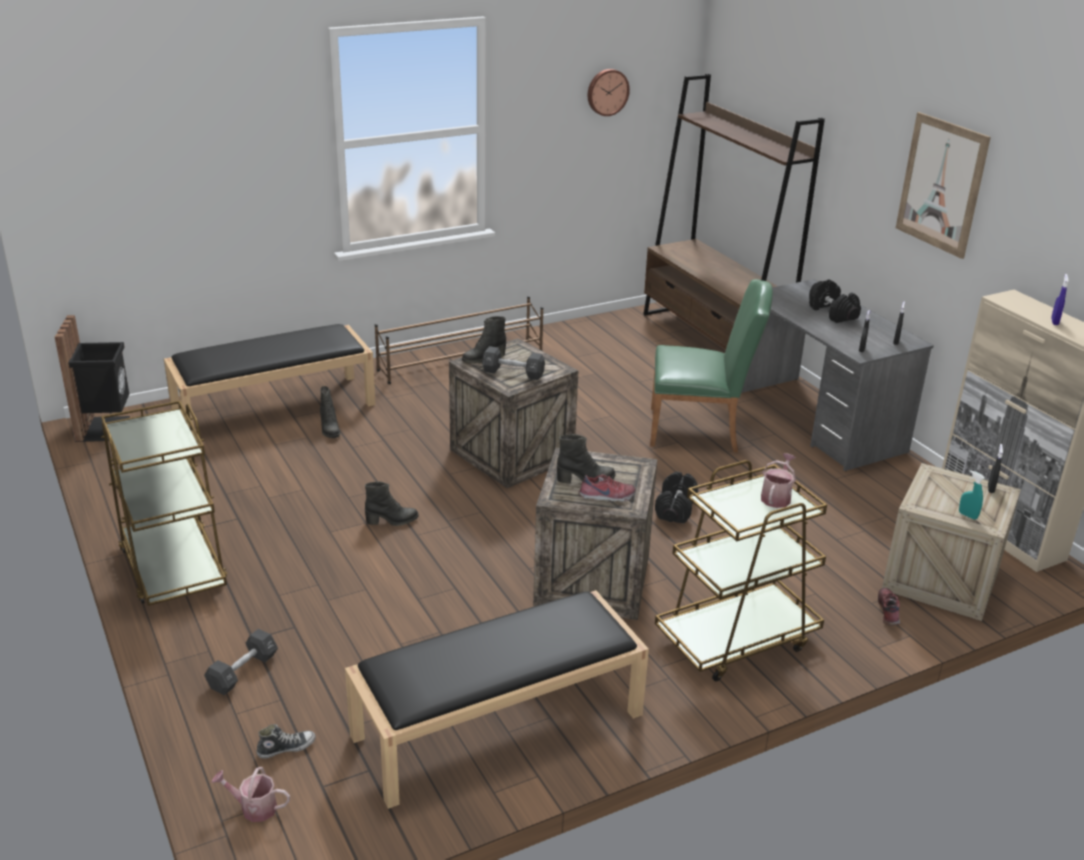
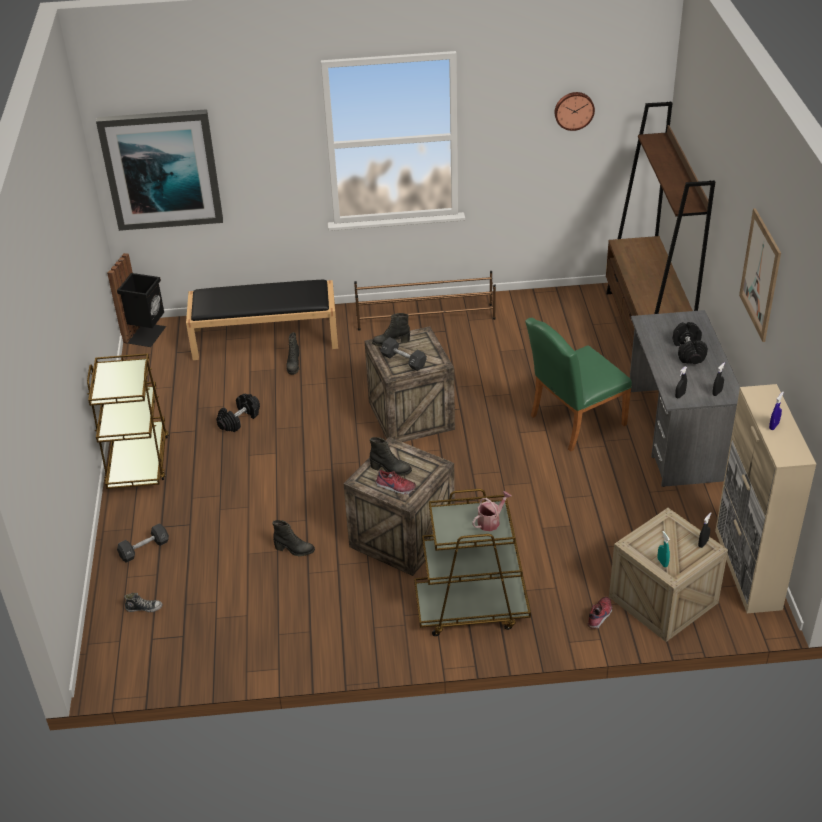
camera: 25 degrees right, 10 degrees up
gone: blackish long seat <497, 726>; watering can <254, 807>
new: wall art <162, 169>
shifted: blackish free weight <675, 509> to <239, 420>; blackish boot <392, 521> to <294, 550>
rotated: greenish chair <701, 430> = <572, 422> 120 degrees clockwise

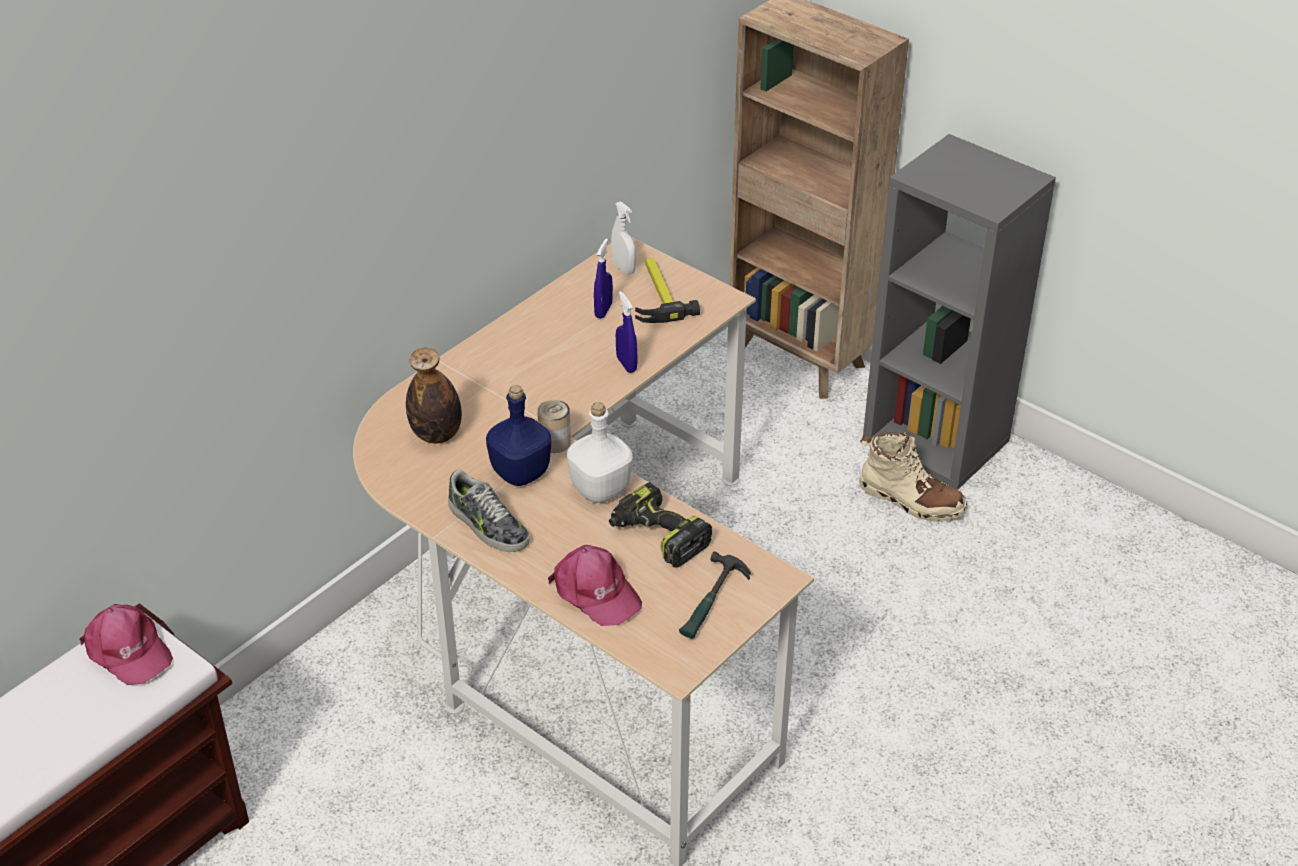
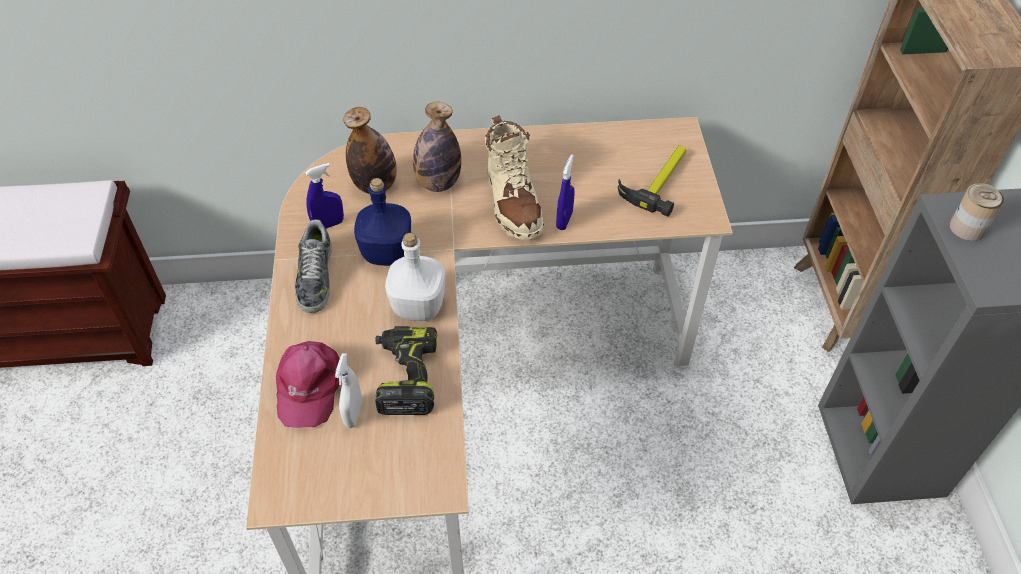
camera: 45 degrees right, 10 degrees up
gone: tool hammer <712, 601>; pink-coloured baseball cap <127, 651>
new: bottle <438, 183>
shifted: whitish hand sprayer <623, 268> to <353, 414>; blue hand sprayer <603, 310> to <328, 224>; can <555, 442> to <967, 228>; beige boot <910, 500> to <513, 203>

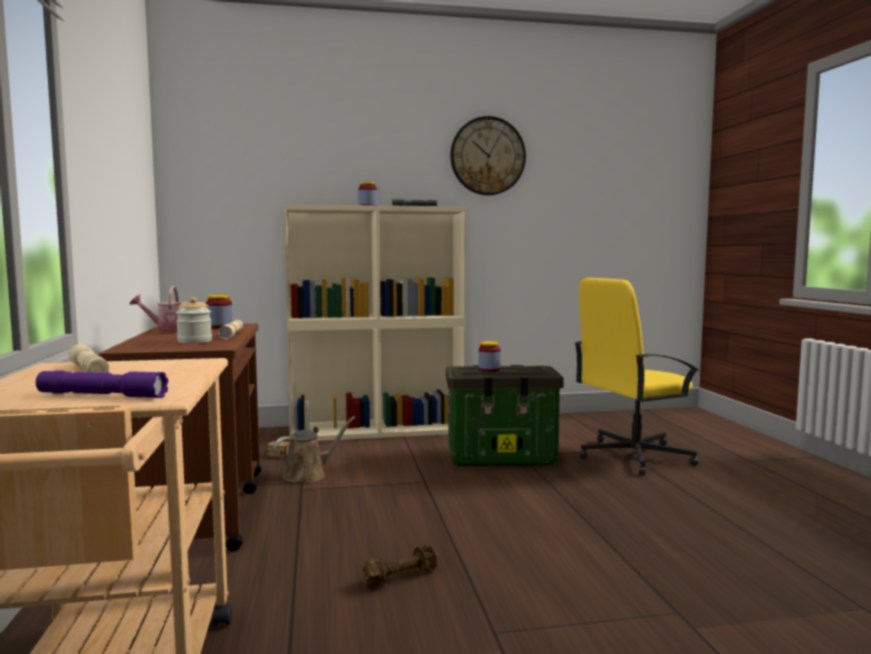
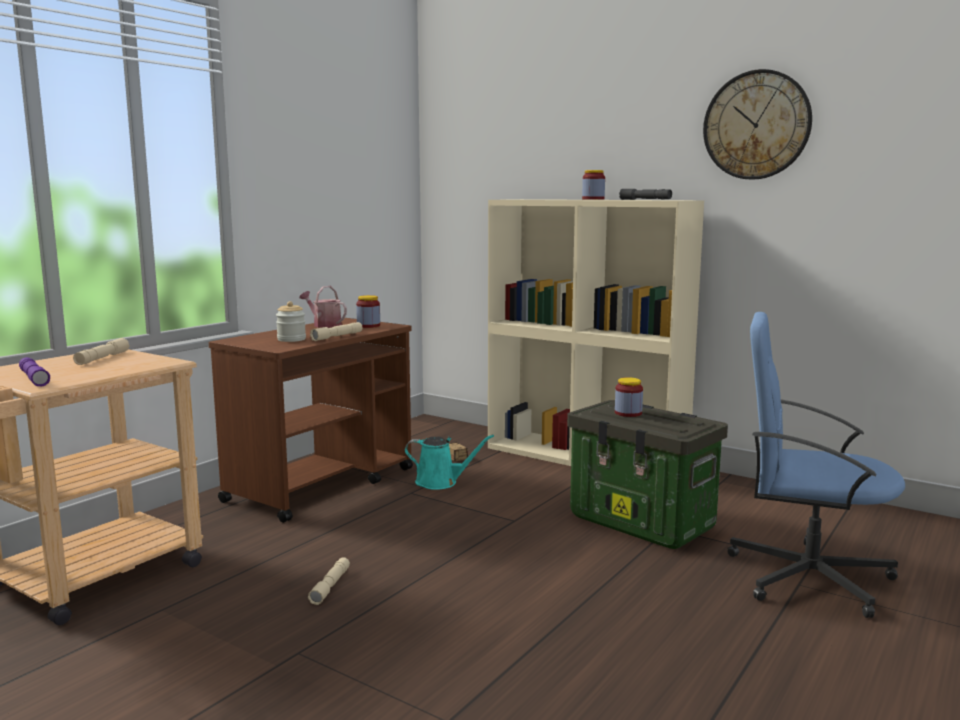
camera: 45 degrees right, 5 degrees up
swapped: brown free weight <401, 577> to beige torch <330, 586>
repainted: yellow-coloured office chair <633, 456> to blue office chair <806, 576>; brown watering can <308, 475> to blue-green watering can <440, 482>

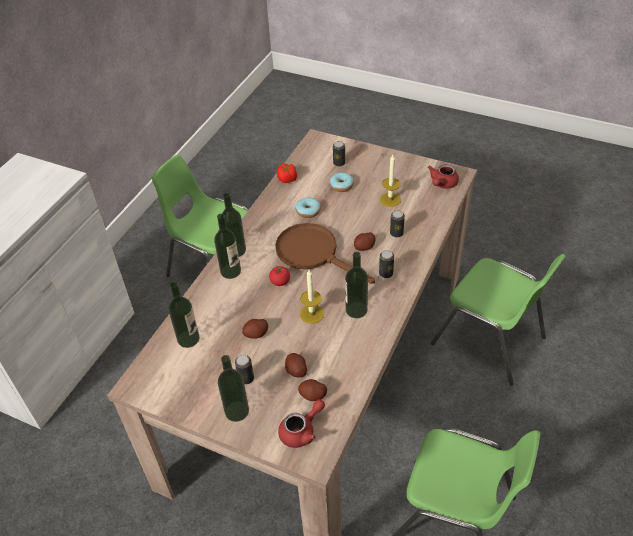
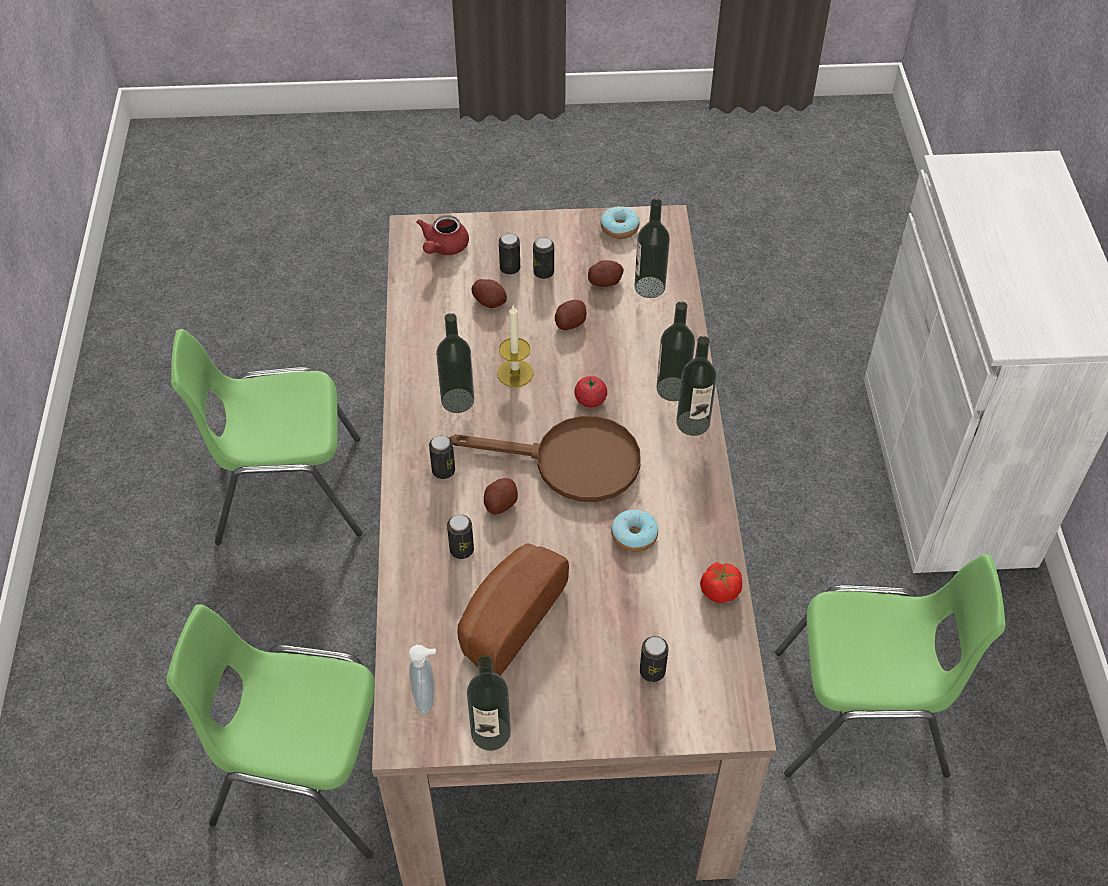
camera: 150 degrees right, 5 degrees up
new: can <510, 268>
shifted: doughnut <341, 186> to <619, 228>; bottle <237, 411> to <490, 733>; potato <313, 395> to <605, 281>
swapped: wax light <390, 199> to bakery bread <507, 619>; reddish tea pot <442, 184> to soap dispenser <427, 697>

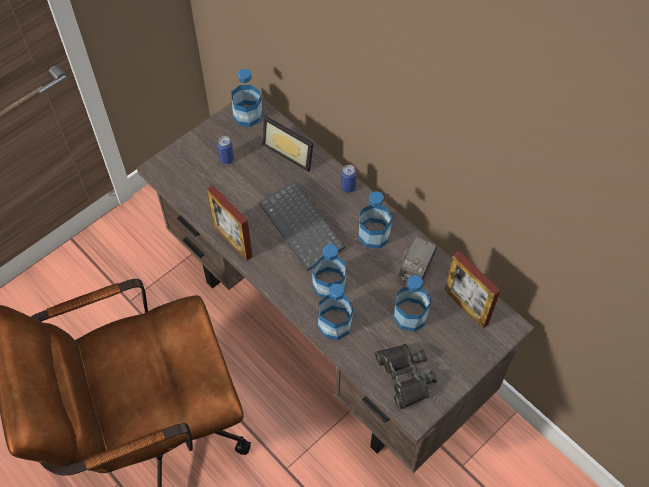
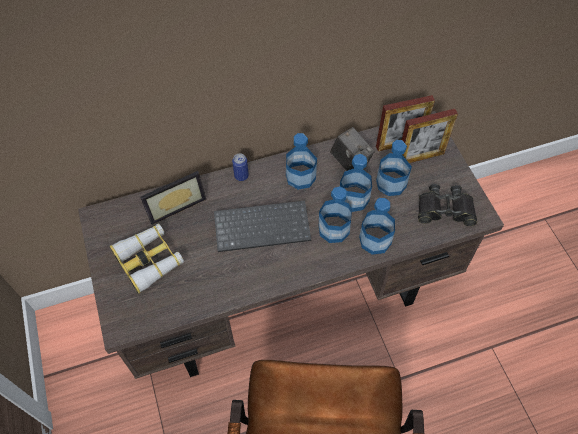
camera: 65 degrees left, 0 degrees up
shifted: bottle <247, 115> to <353, 198>; standing frame <233, 241> to <420, 157>
swapped: can <227, 159> to binoculars <149, 260>

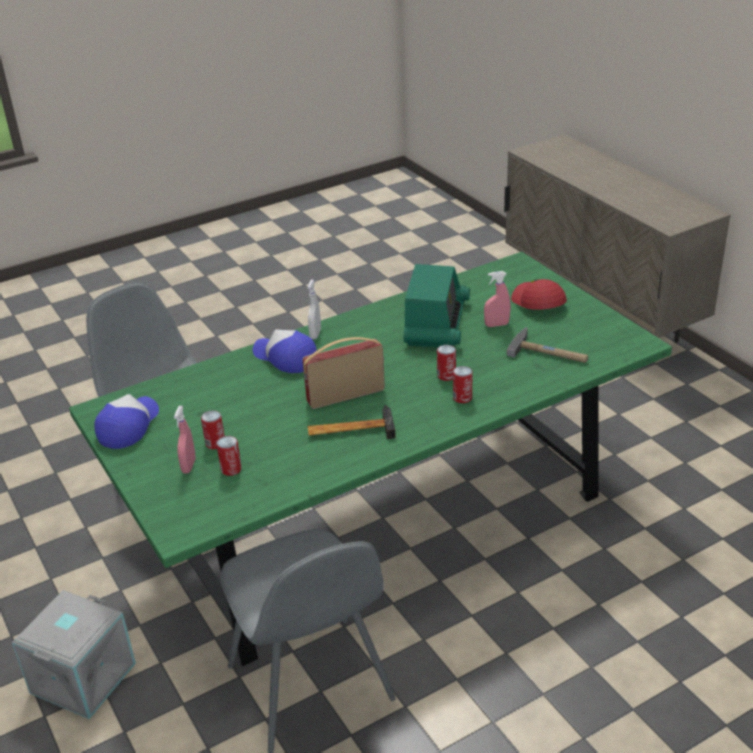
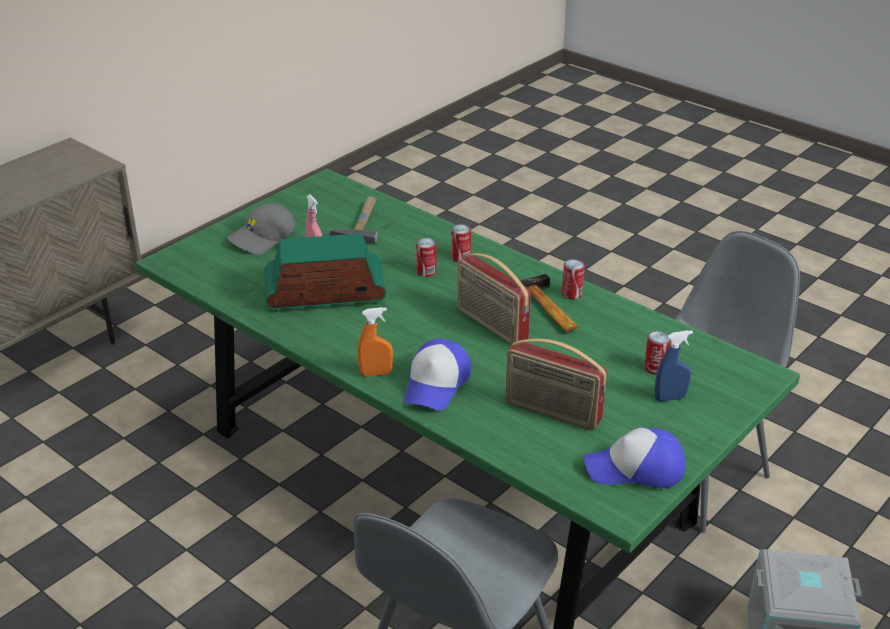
camera: 110 degrees left, 0 degrees up
new: radio receiver <552, 412>
shifted: can <215, 443> to <572, 293>
repainted: whitish hand sprayer <315, 334> to orangey hand sprayer <376, 373>; reddish baseball cap <537, 303> to grey baseball cap <262, 238>; pink-coloured hand sprayer <189, 466> to blue hand sprayer <670, 398>

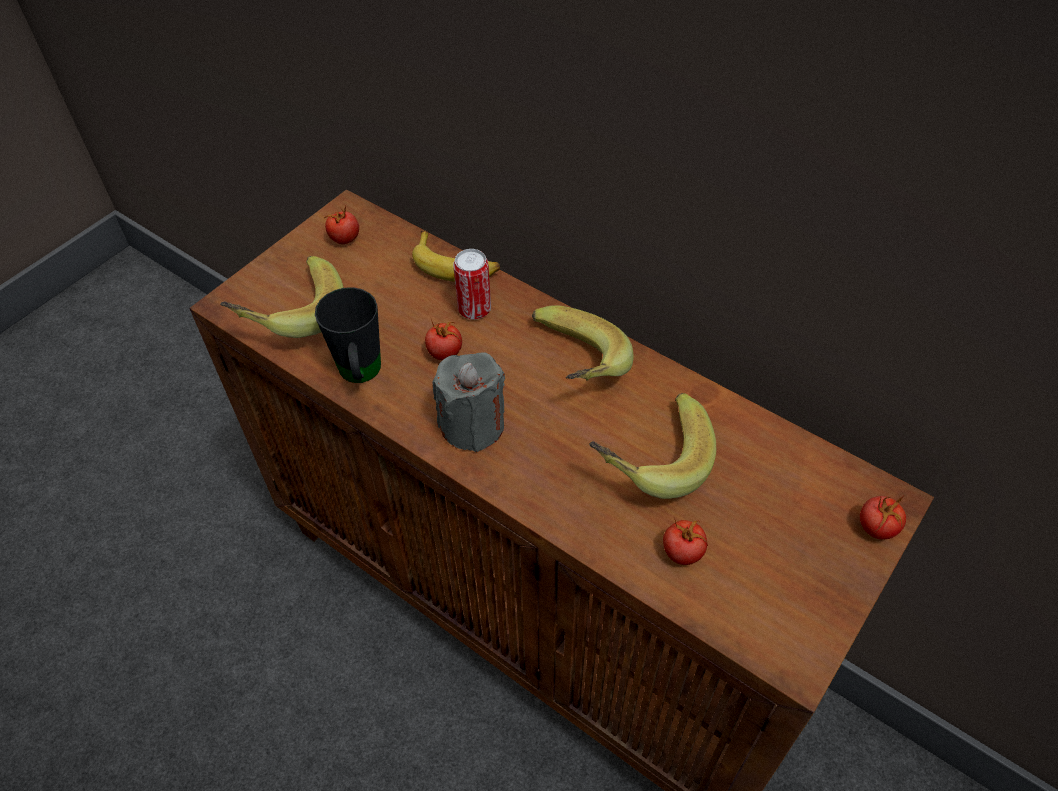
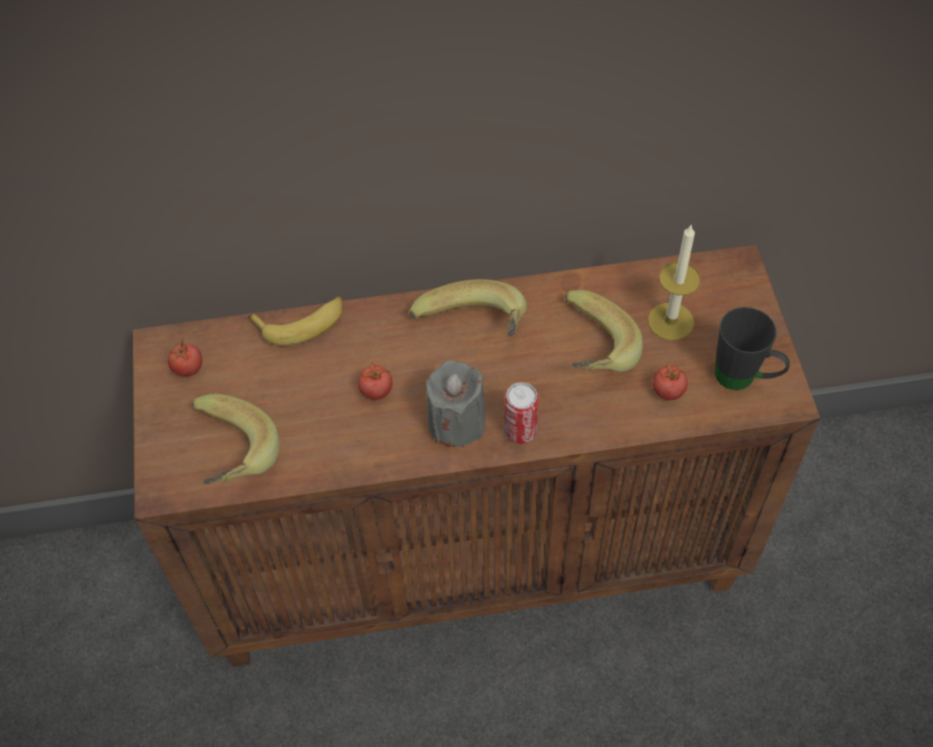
camera: 45 degrees left, 5 degrees up
gone: whole tomato <876, 528>
new: wax light <670, 321>
shifted: can <474, 309> to <520, 431>; blackish tea mug <361, 376> to <744, 379>

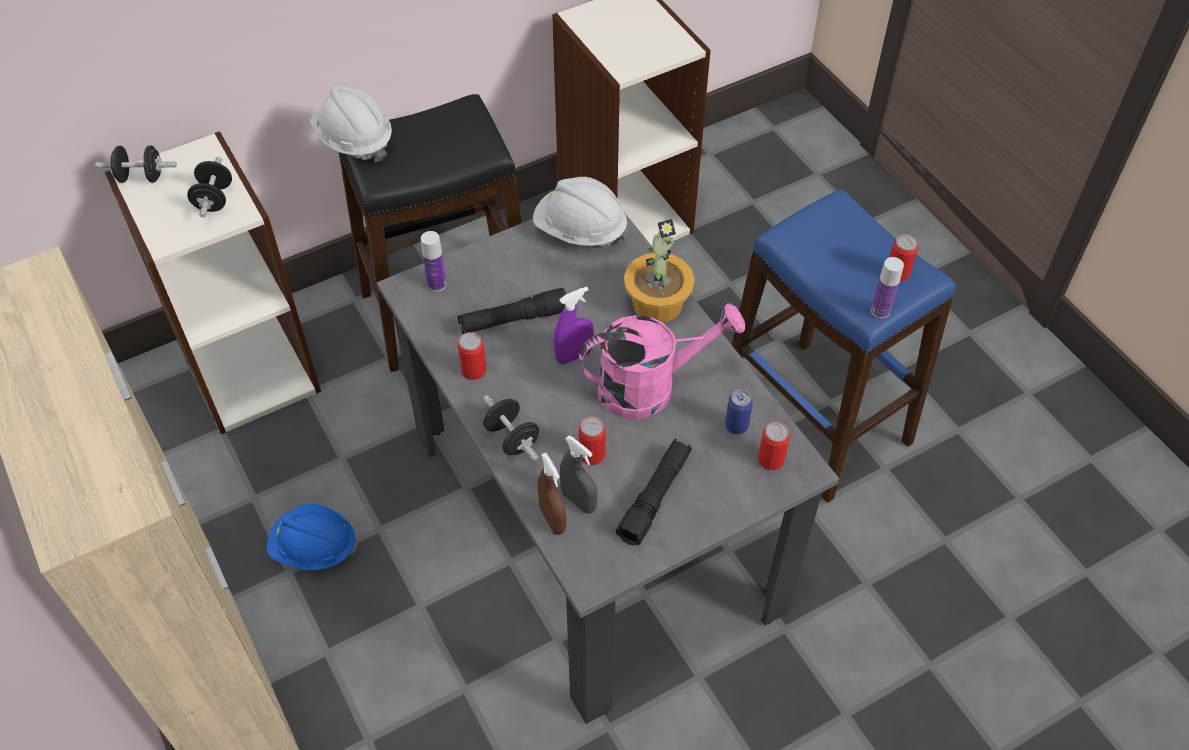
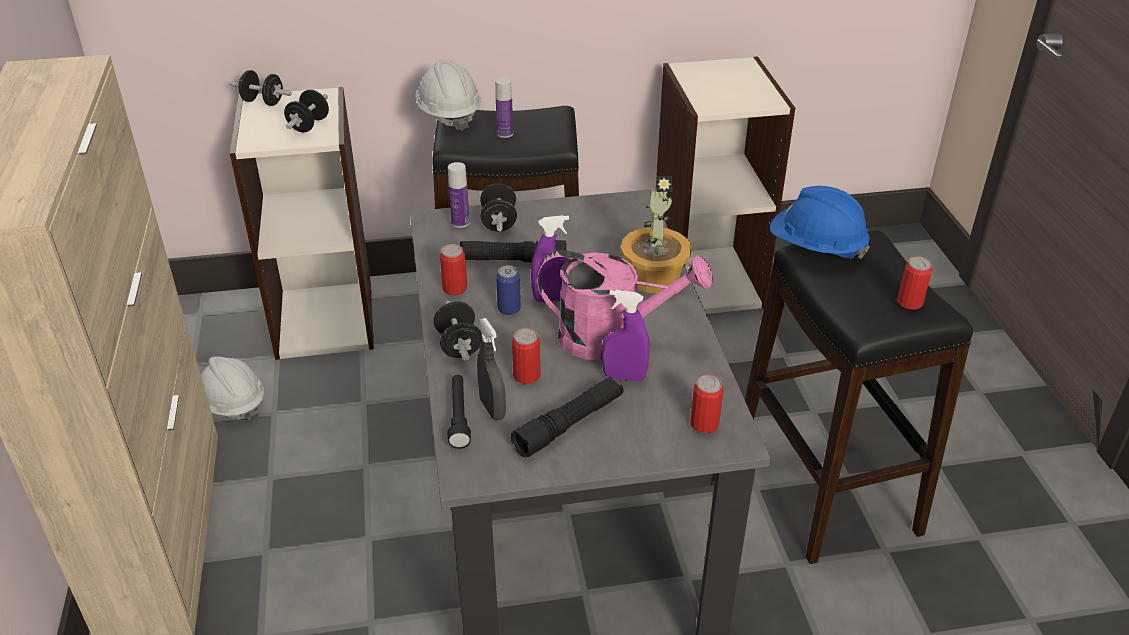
camera: 20 degrees right, 15 degrees down
new: blackish free weight <499, 222>; purplish hand sprayer <624, 376>
shifted: whitish work helmet <580, 231> to <231, 403>; bottle <880, 311> to <505, 134>; can <736, 426> to <509, 309>; blue work helmet <314, 548> to <816, 247>
swapped: brown hand sprayer <552, 519> to blackish torch <459, 417>
repainted: blue sitting stool <816, 419> to blackish sitting stool <826, 487>

